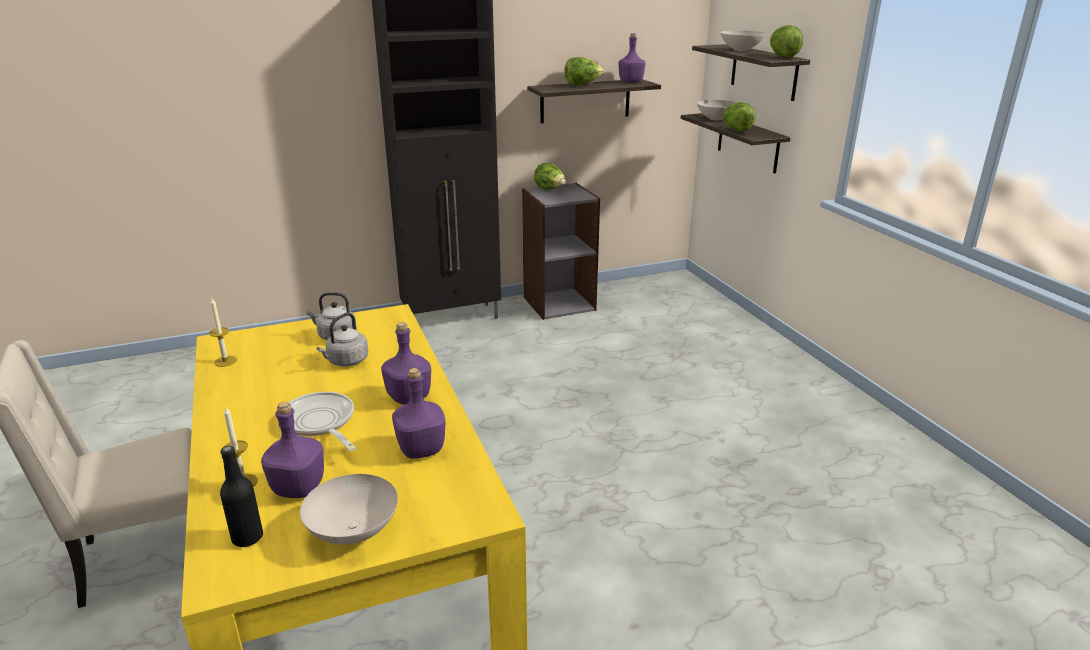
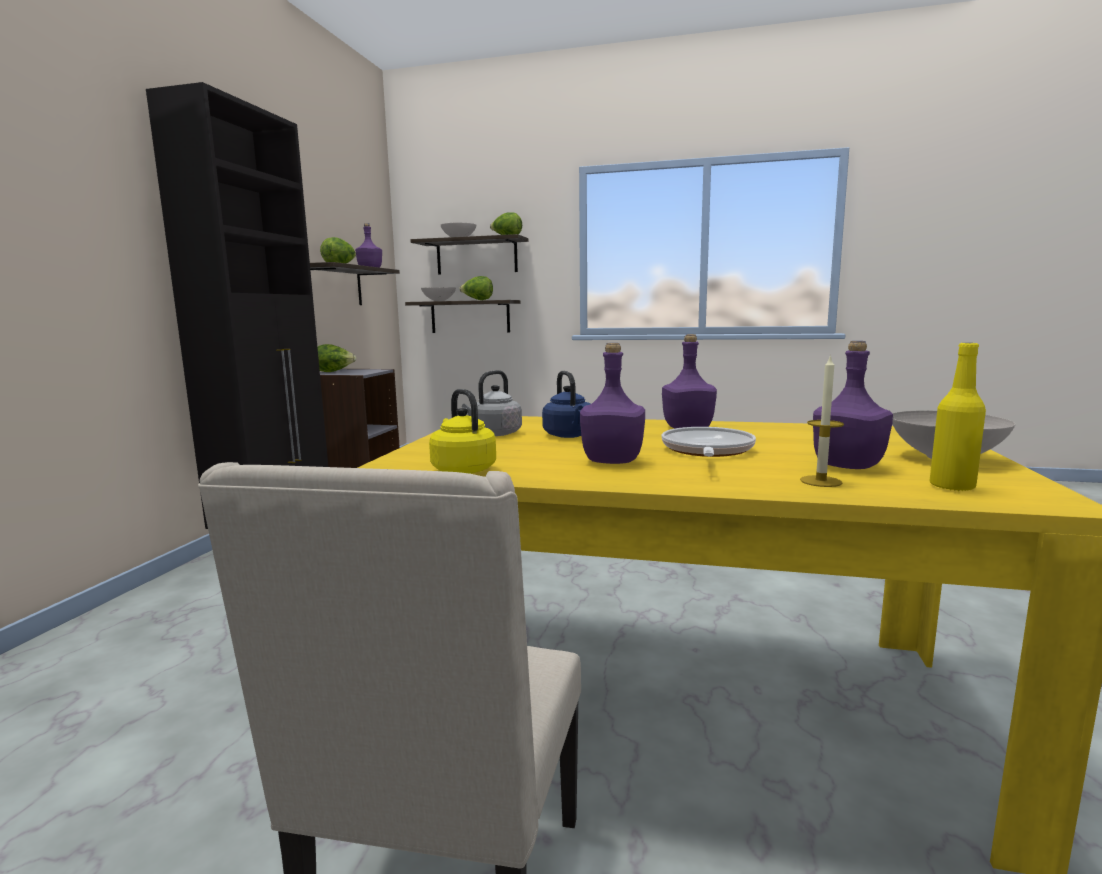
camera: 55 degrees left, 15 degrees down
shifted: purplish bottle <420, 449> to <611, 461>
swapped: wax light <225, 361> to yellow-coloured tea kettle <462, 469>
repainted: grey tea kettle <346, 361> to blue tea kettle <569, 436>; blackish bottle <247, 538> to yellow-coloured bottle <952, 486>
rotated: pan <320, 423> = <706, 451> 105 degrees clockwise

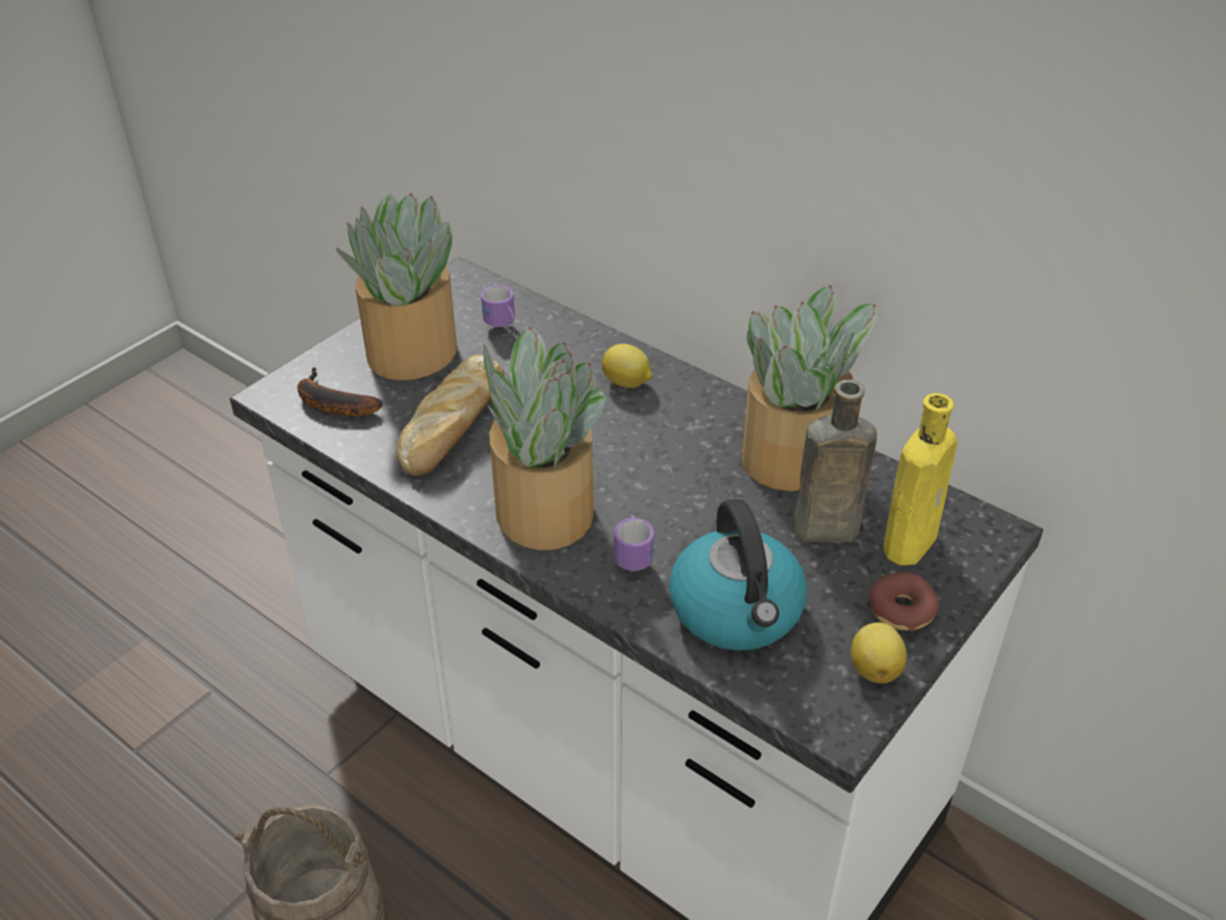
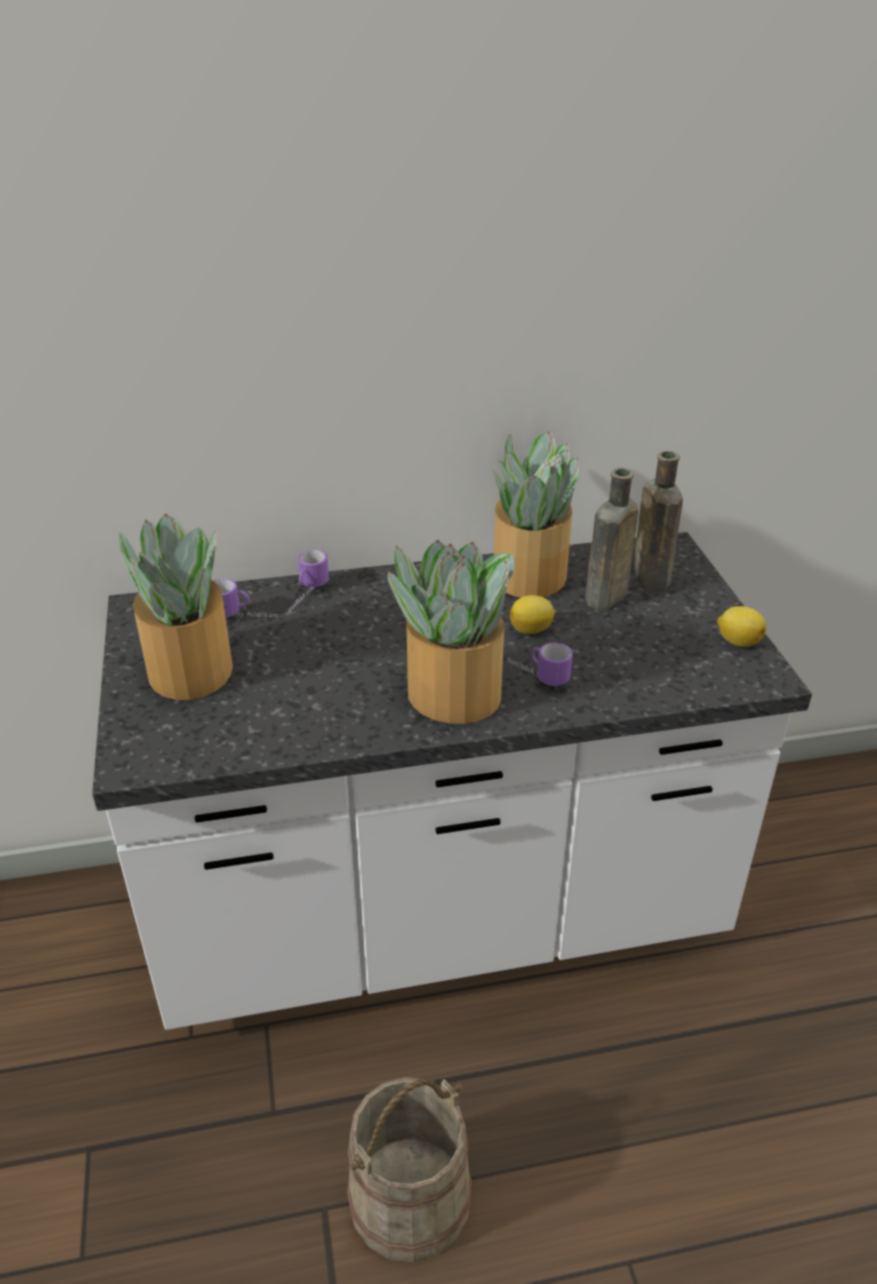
camera: 50 degrees left, 5 degrees down
gone: bakery bread <453, 426>; banana <330, 404>; tea kettle <737, 611>; doughnut <902, 610>
new: tea mug <305, 596>
shifted: lemon <627, 383> to <532, 630>
repainted: yellow-coloured bottle <911, 541> to brown bottle <649, 575>

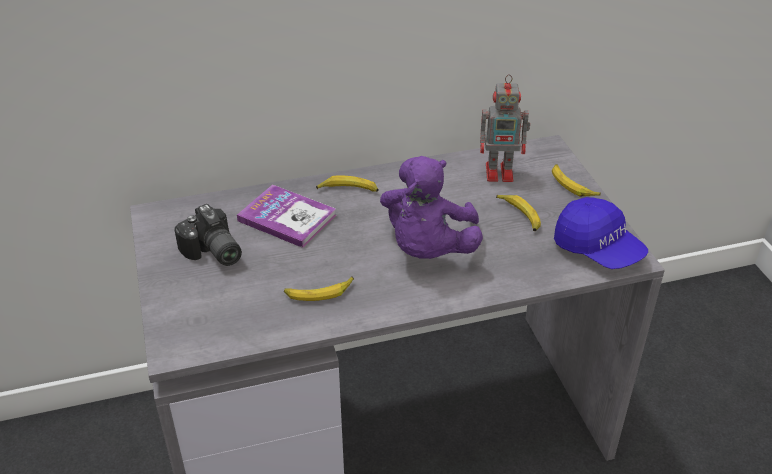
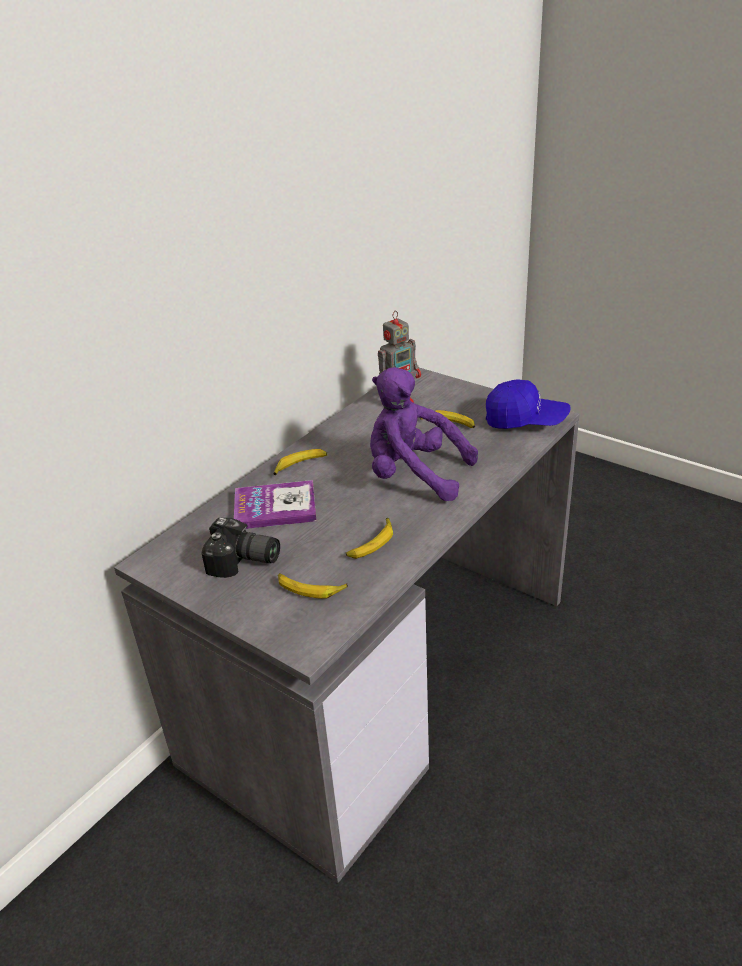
camera: 35 degrees left, 5 degrees down
shifted: banana <572, 185> to <310, 589>
rotated: purplish cuddly toy <428, 249> = <414, 475> 135 degrees clockwise

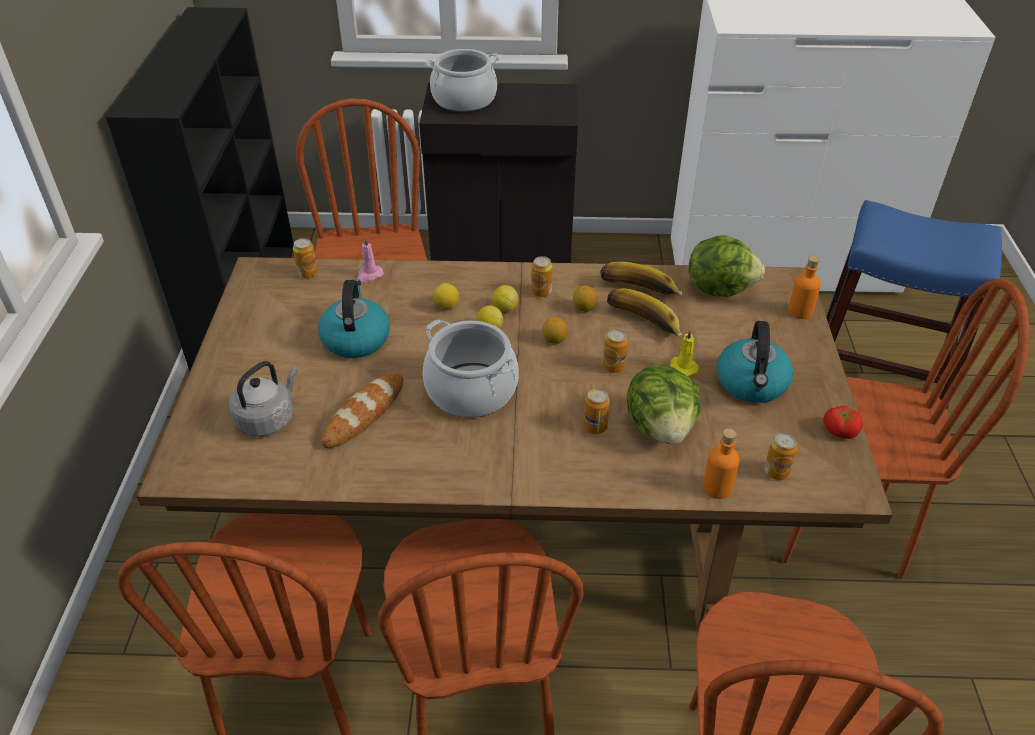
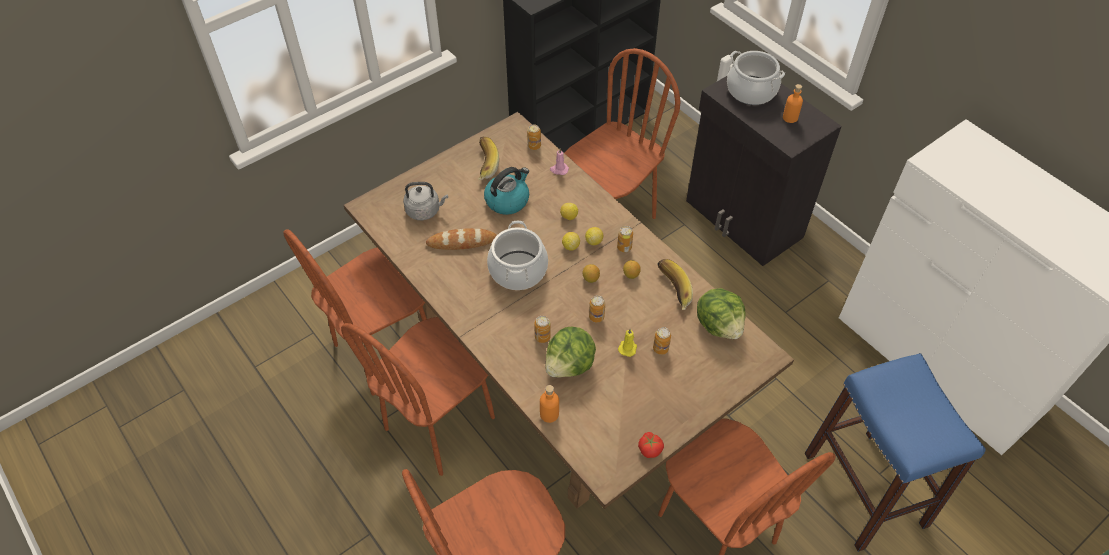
camera: 50 degrees right, 10 degrees up
gone: tea kettle <752, 384>
shifted: orangey bottle <800, 311> to <790, 117>; banana <642, 325> to <483, 164>; can <776, 472> to <660, 348>

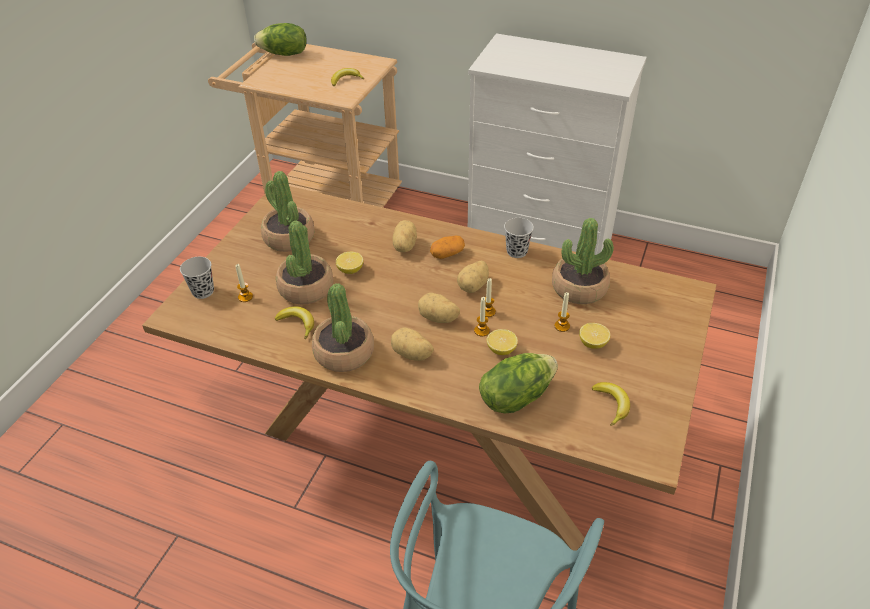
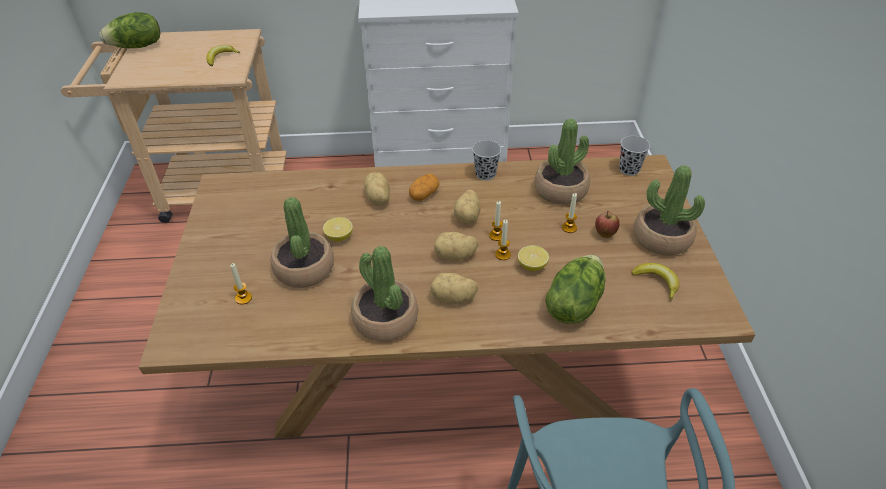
camera: 25 degrees left, 0 degrees up
gone: banana <297, 324>
shifted: potted plant <289, 238> to <662, 238>; blackish small cup <203, 291> to <629, 169>
swapped: lemon <593, 343> to whole apple <605, 234>

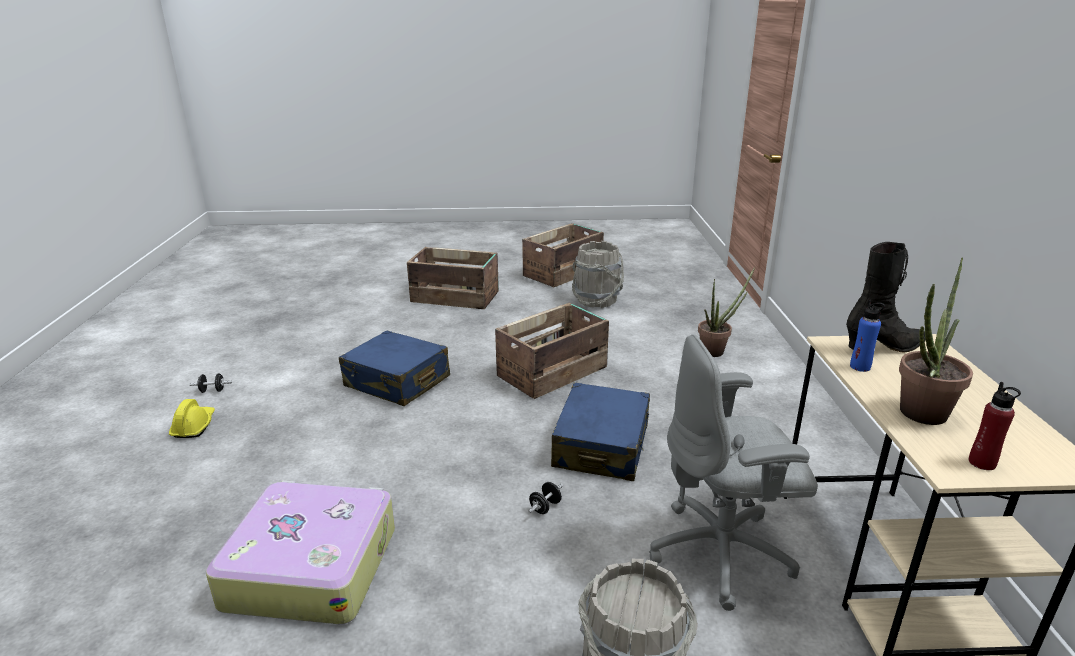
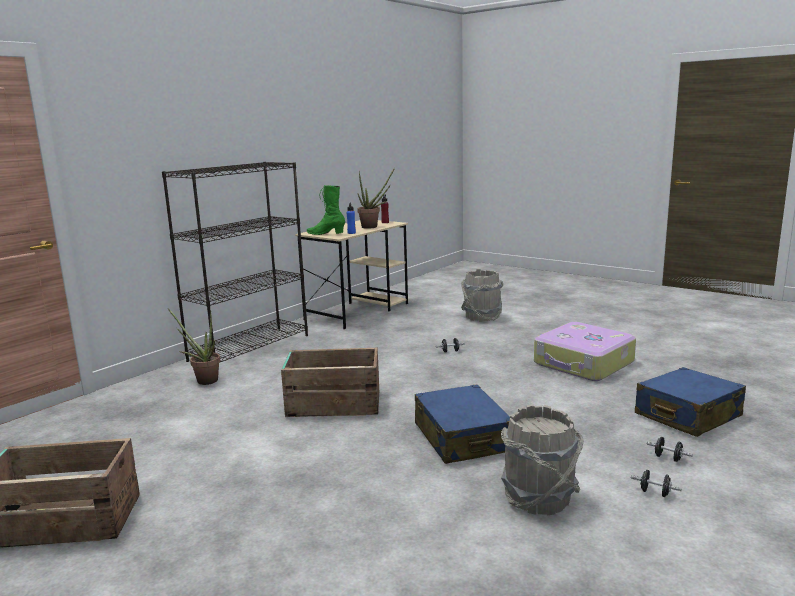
camera: 140 degrees left, 10 degrees down
gone: shipping crate <456, 297>; grey office chair <723, 553>
new: blackish shelving unit <250, 347>
shifted: grey bucket <596, 300> to <538, 498>; blue travel case <601, 446> to <687, 416>
swapped: yellow-coloured work helmet <194, 426> to blackish free weight <668, 458>
repainted: blackish boot <884, 347> to greenish boot <326, 234>

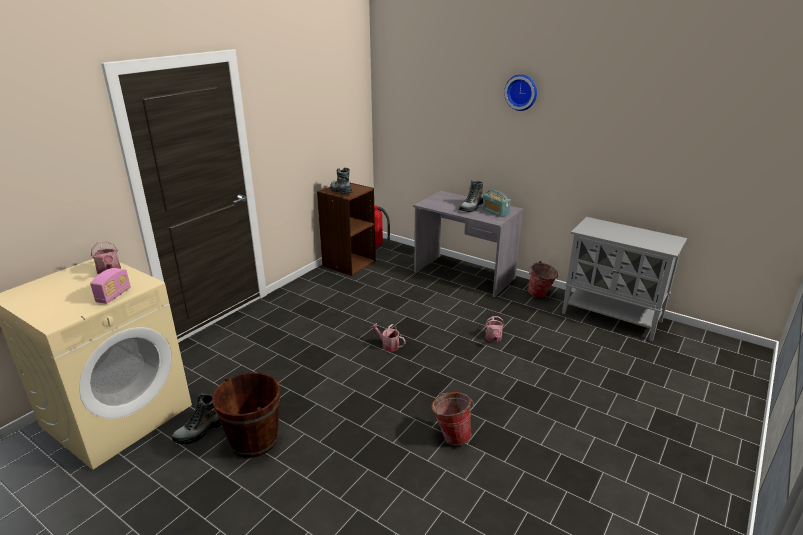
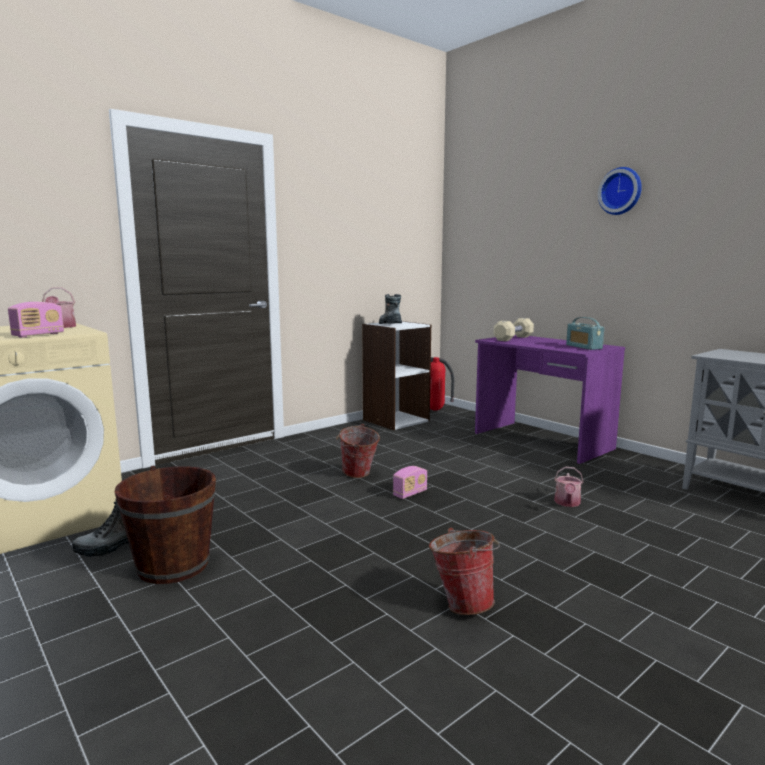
camera: 15 degrees right, 15 degrees down
gone: boot <472, 207>
new: beige free weight <513, 338>
shifted: bucket <540, 295> to <358, 475>
swapped: watering can <388, 345> to radio receiver <410, 493>
repainted: brown shelving unit <348, 263> to whitish shelving unit <395, 420>; grey desk <464, 275> to purplish desk <541, 441>

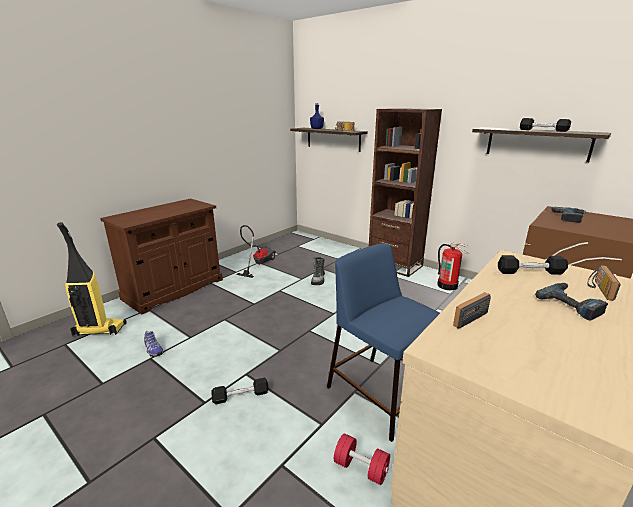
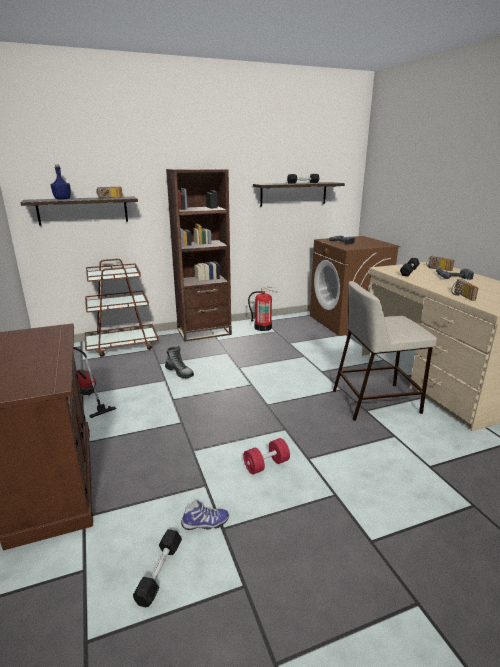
camera: 60 degrees left, 0 degrees up
gone: vacuum <99, 330>
new: brown trolley <122, 345>
shifted: blackish free weight <241, 396> to <159, 572>; reddish free weight <361, 468> to <266, 465>
repainted: blue sitting stool <381, 395> to beige sitting stool <376, 401>

